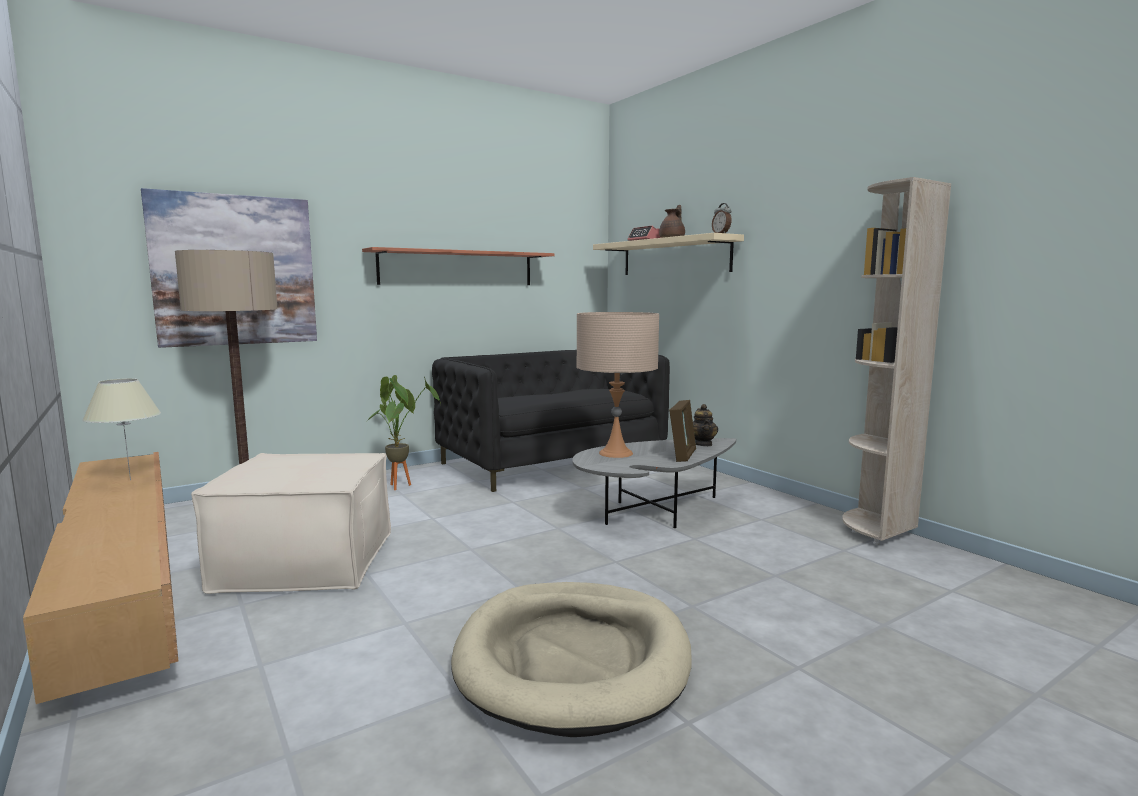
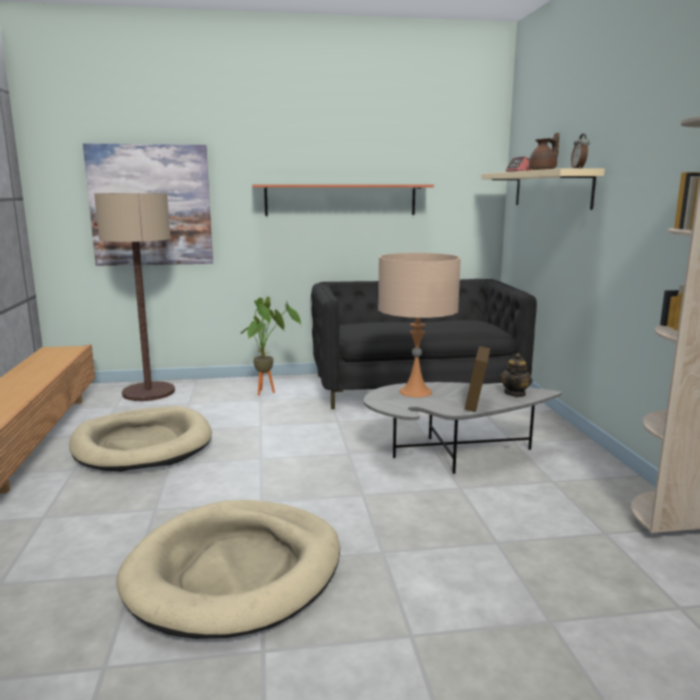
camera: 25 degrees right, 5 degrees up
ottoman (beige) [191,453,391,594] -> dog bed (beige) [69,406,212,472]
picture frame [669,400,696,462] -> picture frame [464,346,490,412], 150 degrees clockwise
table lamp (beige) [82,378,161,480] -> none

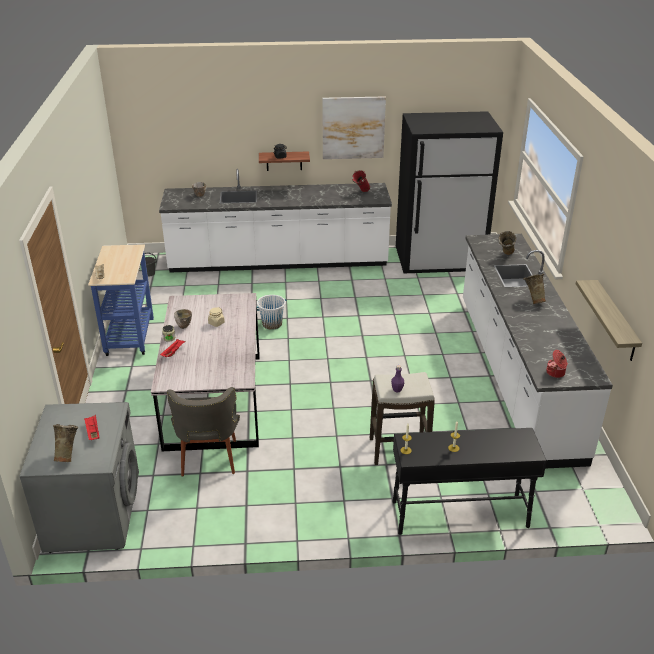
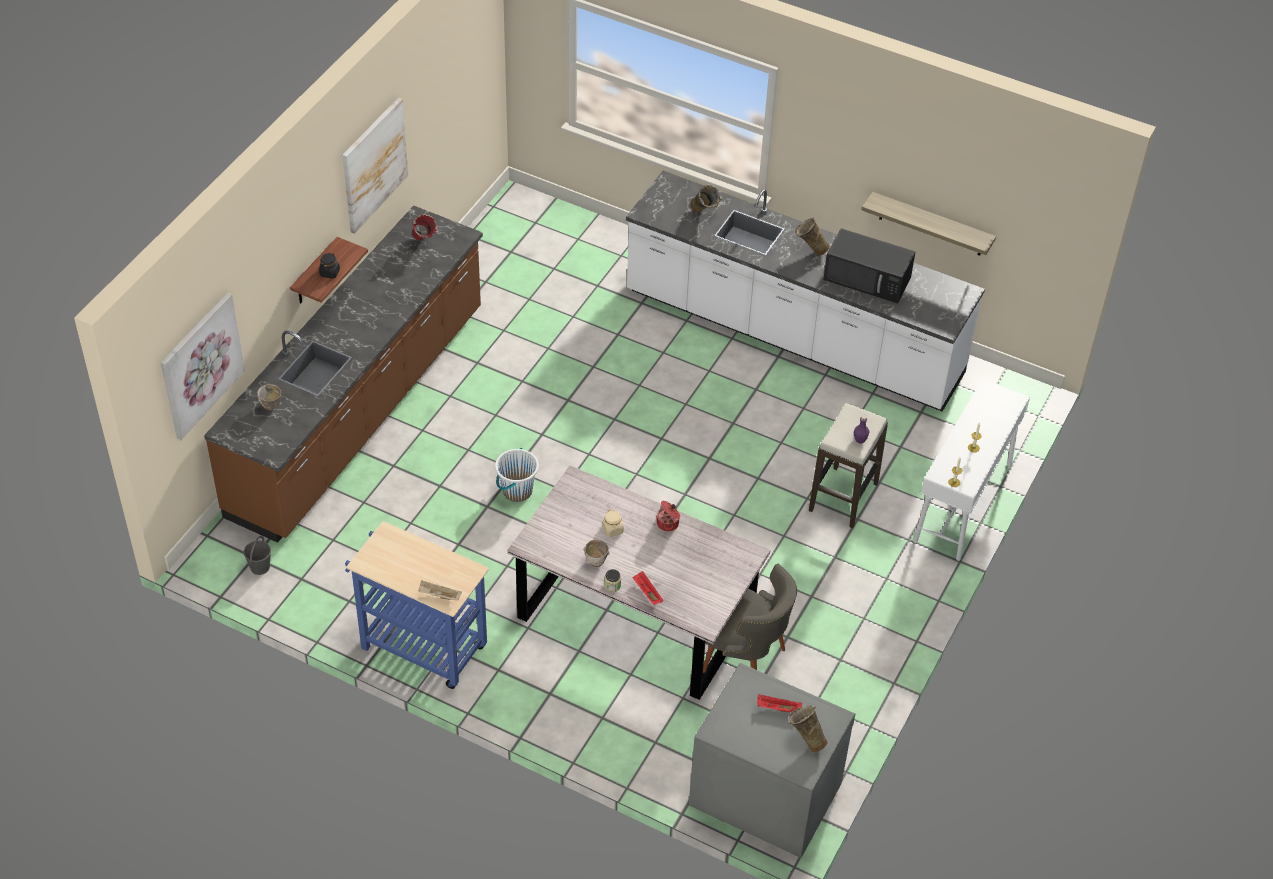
camera: 60 degrees left, 15 degrees up
none -> picture [161,293,245,440]
counter (white) [159,169,392,272] -> counter (brown) [204,205,483,543]
cooking pot [546,350,568,378] -> cooking pot [656,501,680,531], move
none -> microwave (black) [823,228,915,303]
console table (black) [393,428,547,535] -> console table (white) [913,379,1030,561]
fridge (black) [396,111,503,273] -> none

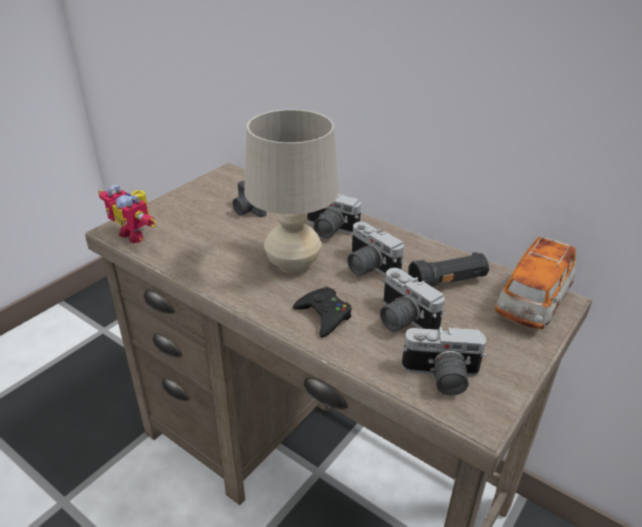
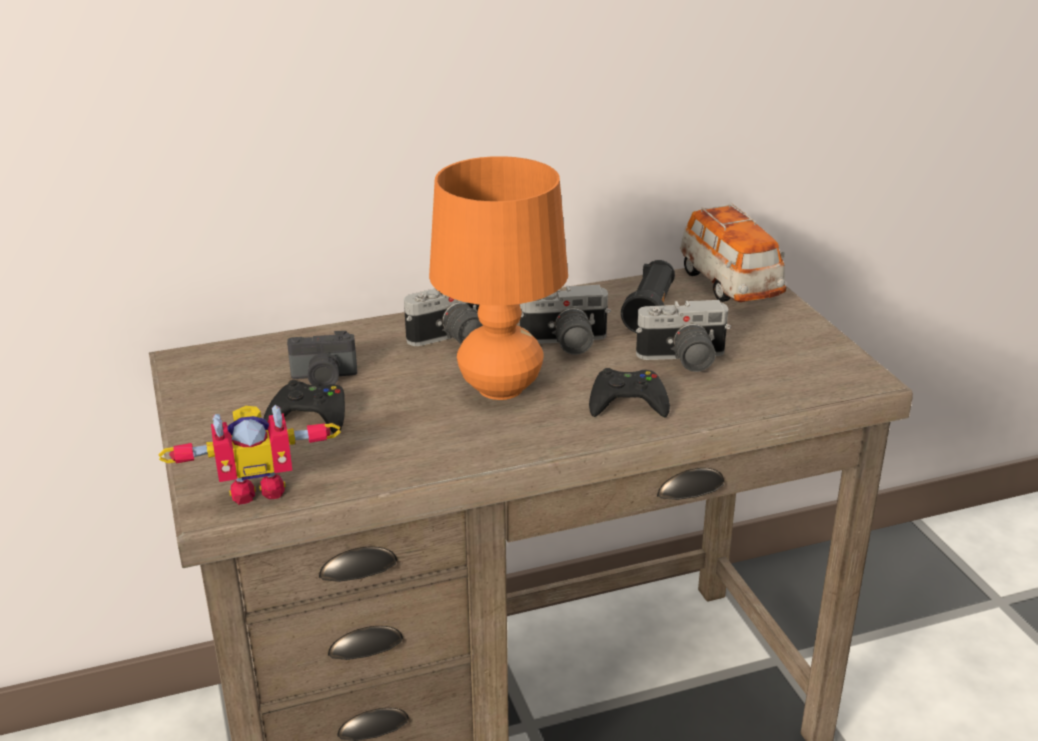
camera: 55 degrees left, 5 degrees down
none -> game controller (black) [264,380,345,433]
table lamp (beige) [244,109,339,273] -> table lamp (orange) [429,156,568,400]
photo camera [402,327,487,396] -> none

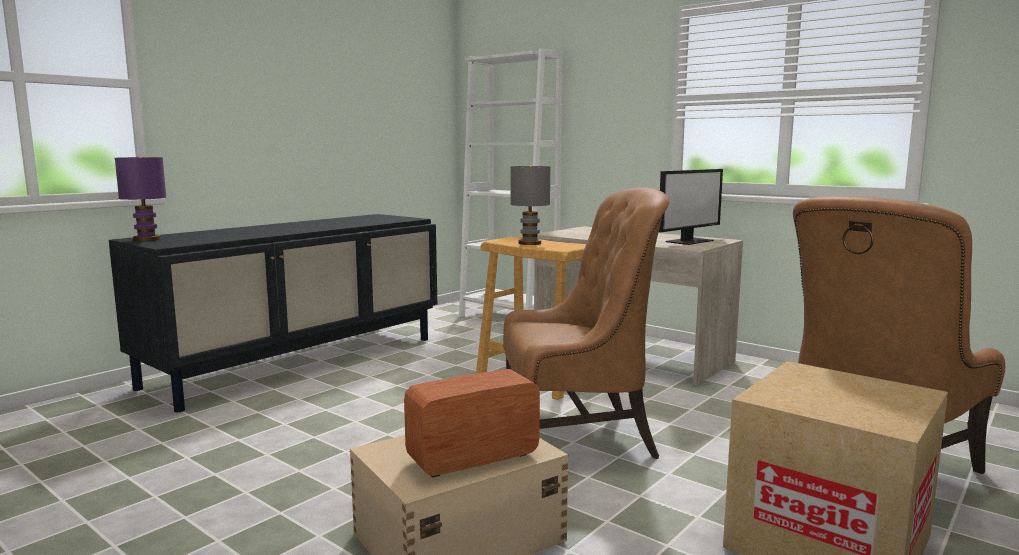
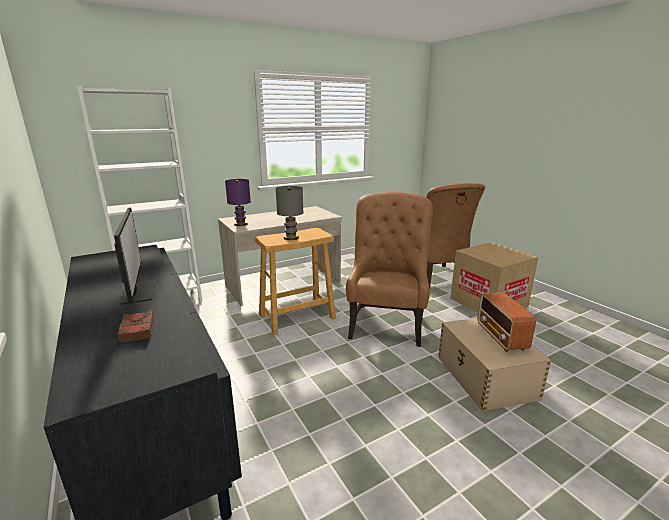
camera: 70 degrees left, 10 degrees up
monitor [659,169,723,245] -> monitor [114,208,155,305], move
none -> book (brown) [117,310,154,343]
table lamp (purple) [115,157,166,241] -> table lamp (purple) [225,179,251,226], move

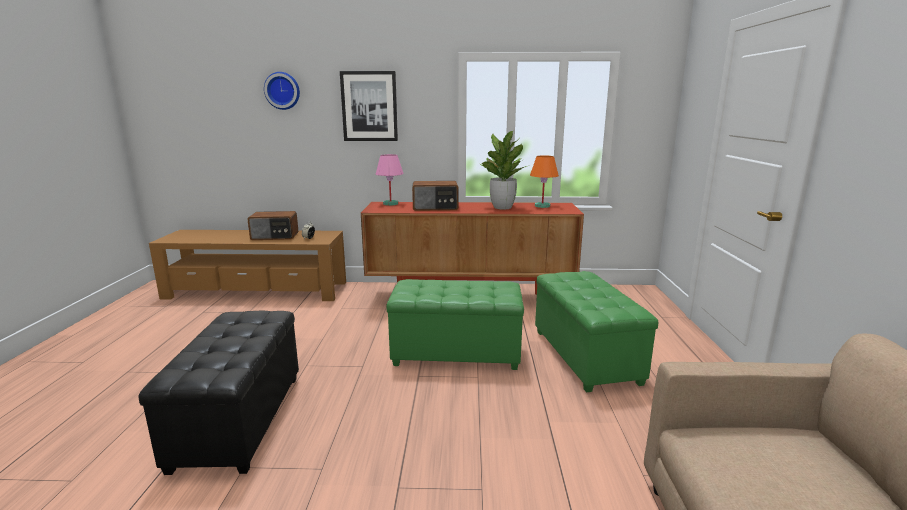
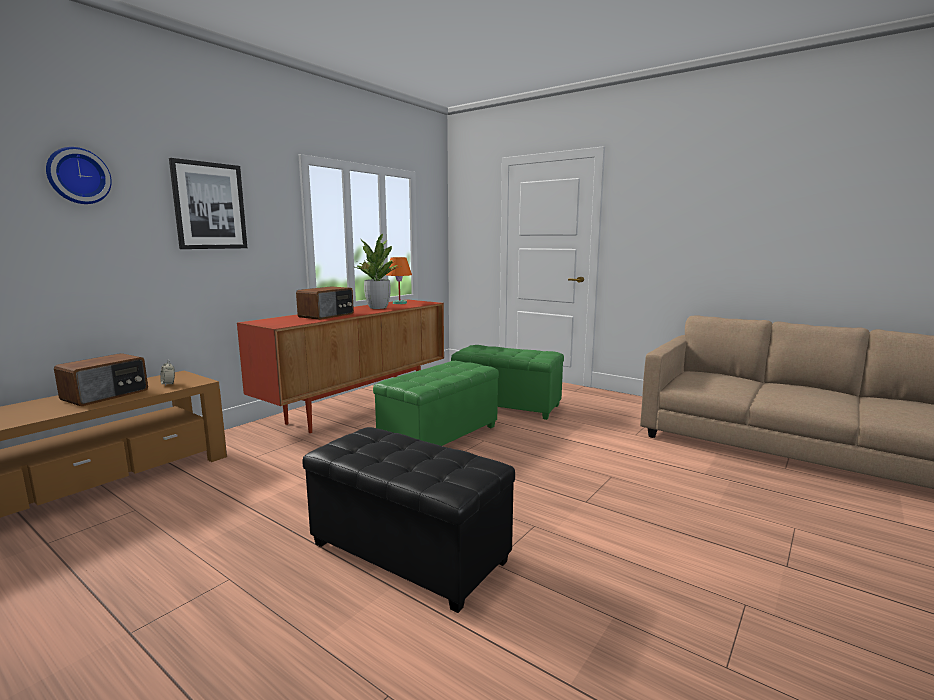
camera: 55 degrees left, 5 degrees down
table lamp (pink) [376,154,404,206] -> none

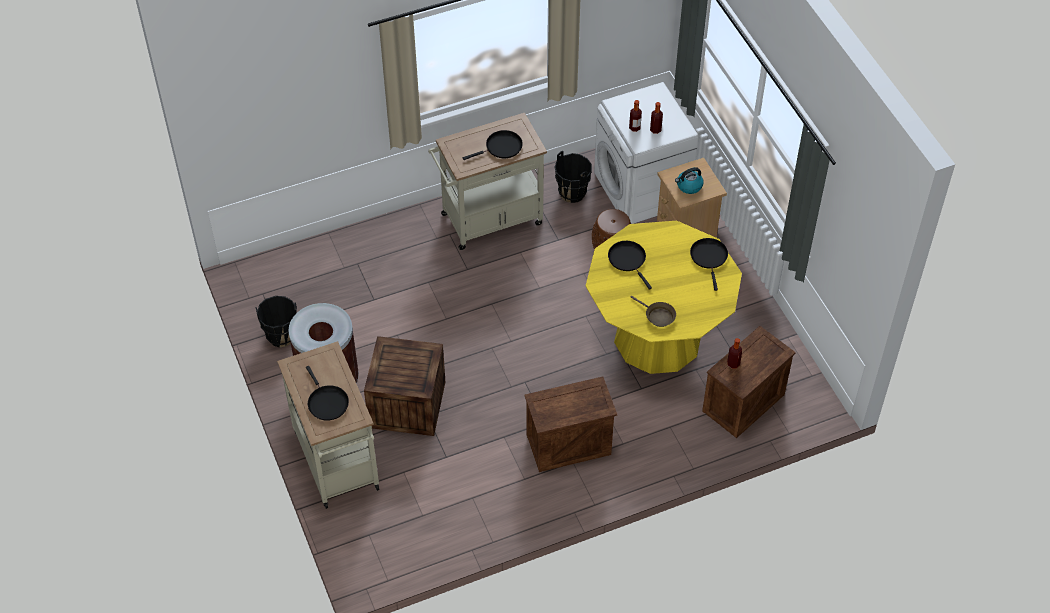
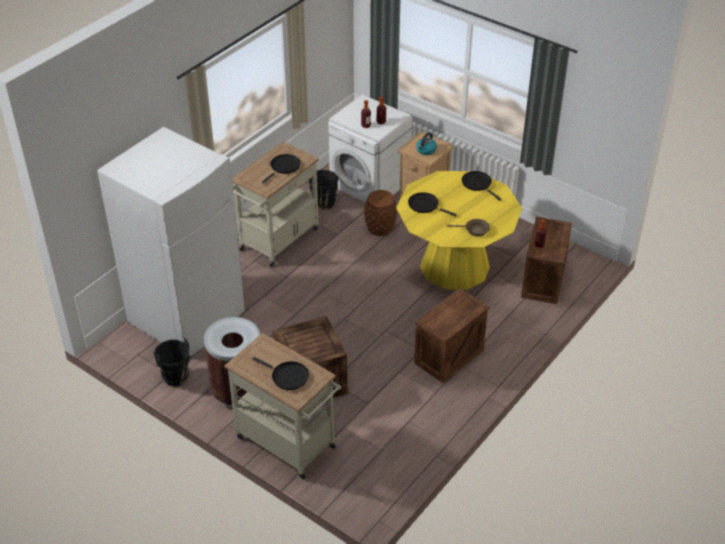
camera: 30 degrees left, 10 degrees down
none -> fridge (white) [97,127,245,357]

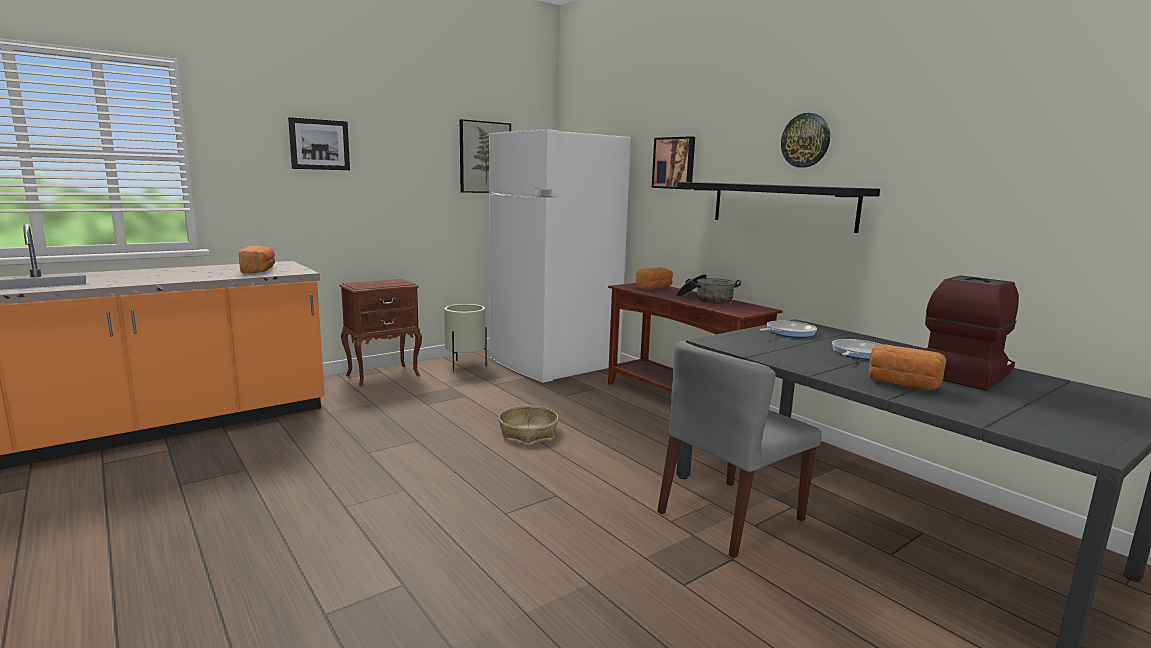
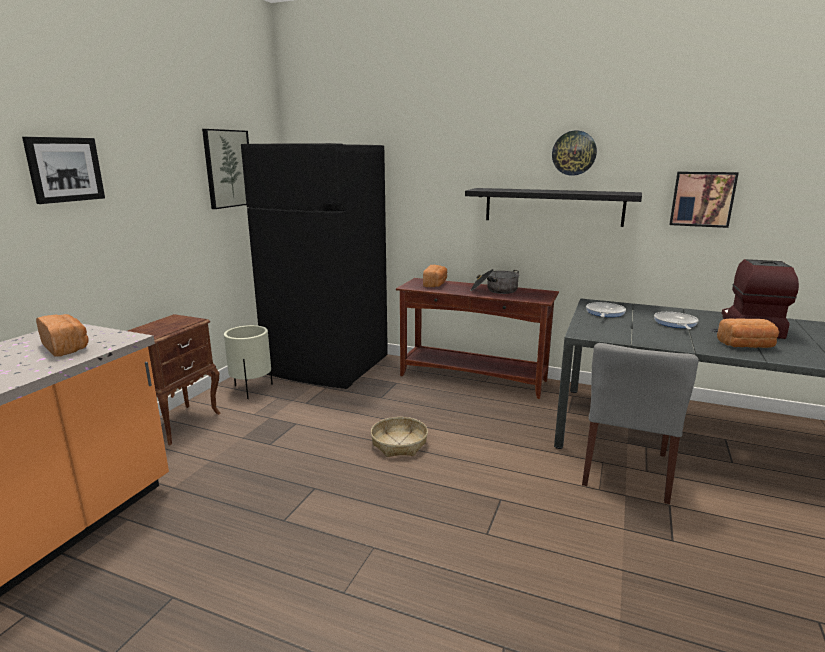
camera: 30 degrees left, 5 degrees up
fridge (white) [489,129,631,383] -> fridge (black) [241,143,388,389]
picture [651,136,695,190] -> picture [669,171,739,228], move

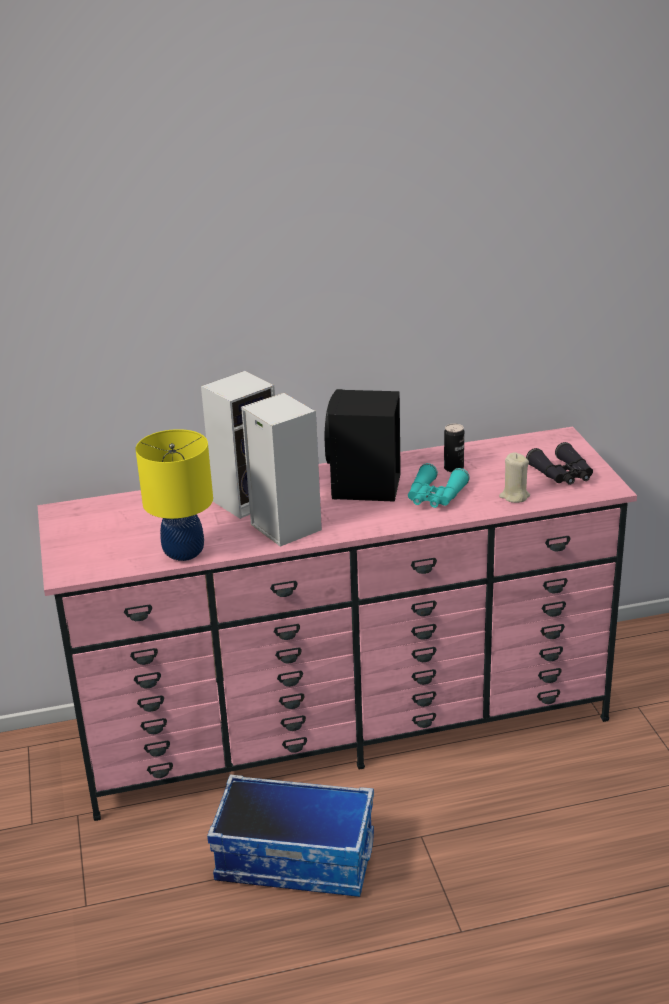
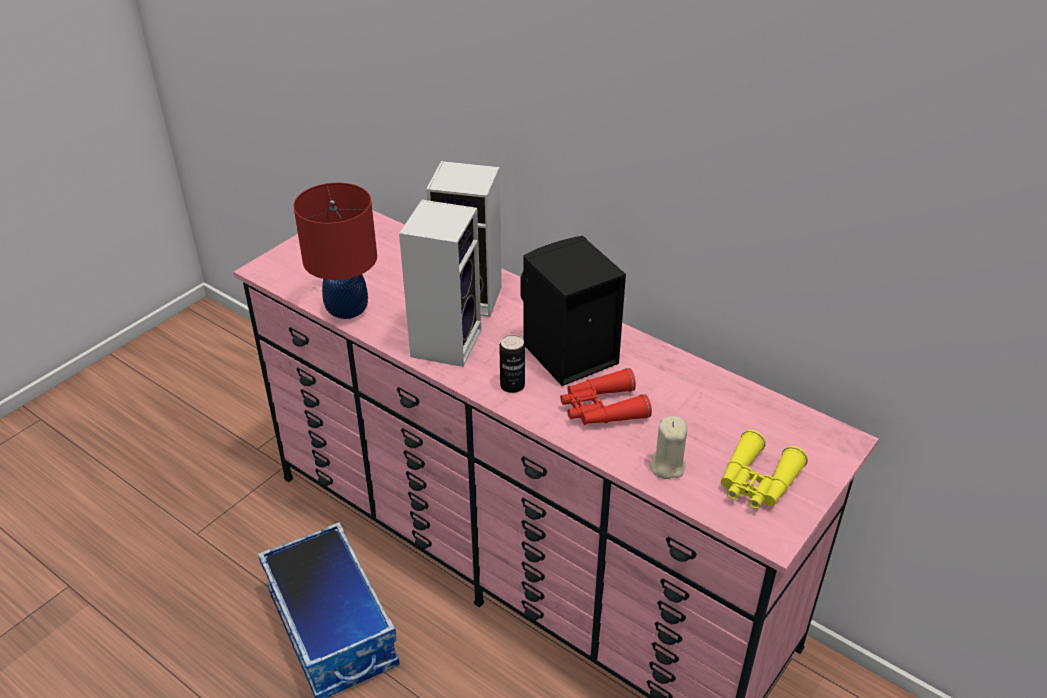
camera: 50 degrees right, 10 degrees up
table lamp (yellow) [136,429,213,561] -> table lamp (red) [293,183,377,319]
can [444,423,464,472] -> can [499,334,525,393], move
binoculars (turquoise) [408,463,470,508] -> binoculars (red) [560,368,652,425]
binoculars (black) [526,442,593,485] -> binoculars (yellow) [721,430,808,509]

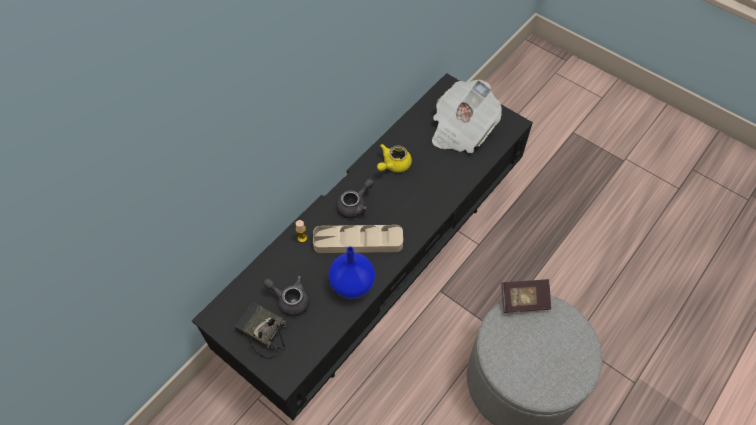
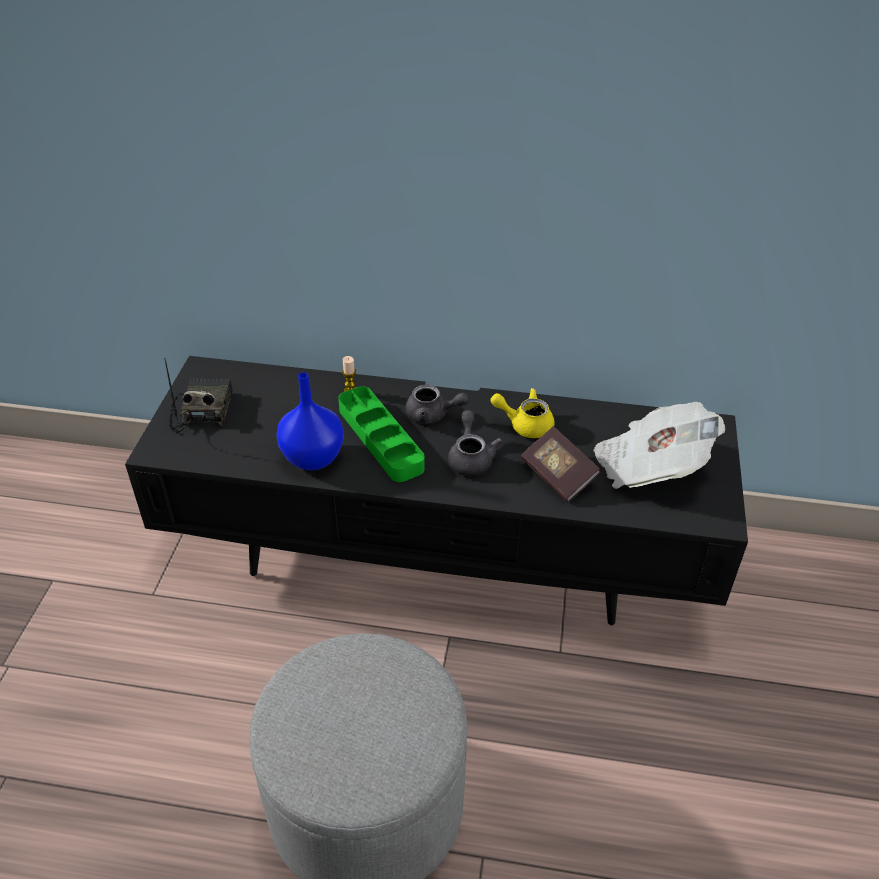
camera: 60 degrees right, 15 degrees down
tray (beige) [313,225,403,253] -> tray (green) [338,386,424,482]
teapot (grey) [263,275,310,316] -> teapot (grey) [448,410,503,476], move
book [501,279,551,313] -> book [521,426,601,503], move

